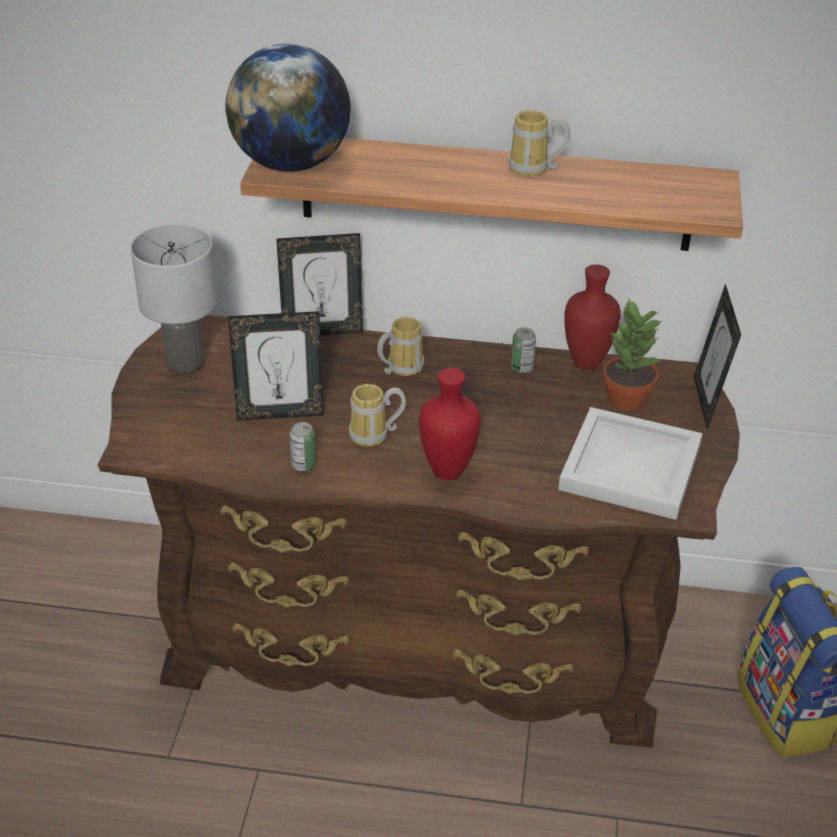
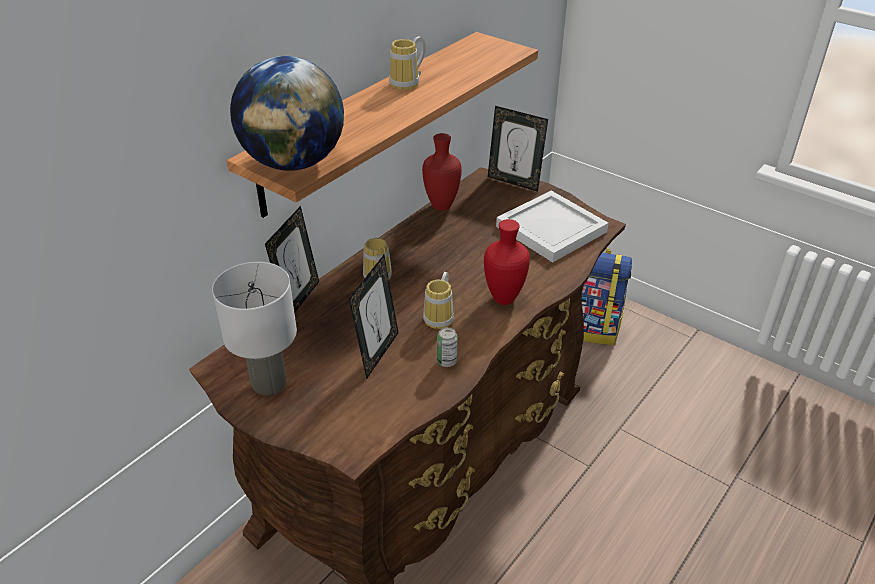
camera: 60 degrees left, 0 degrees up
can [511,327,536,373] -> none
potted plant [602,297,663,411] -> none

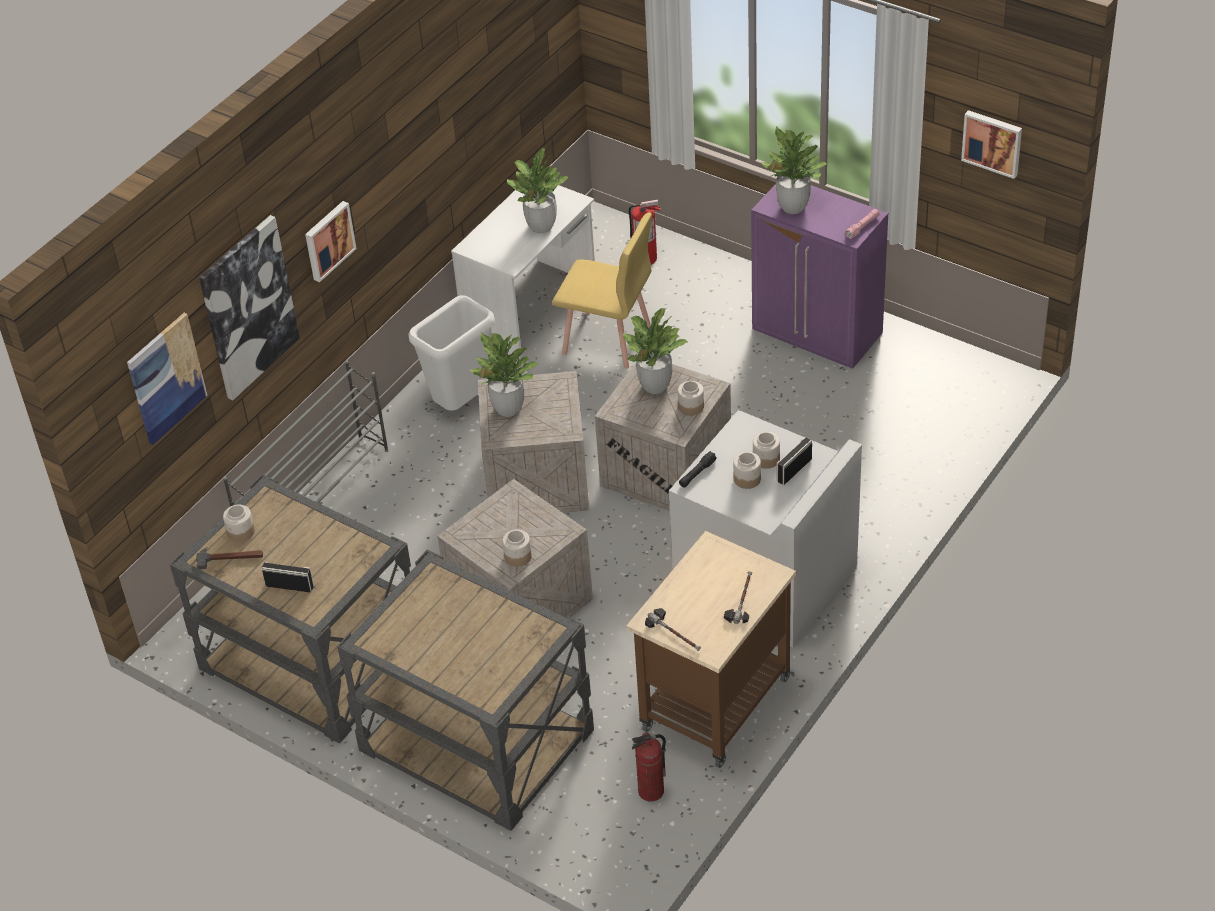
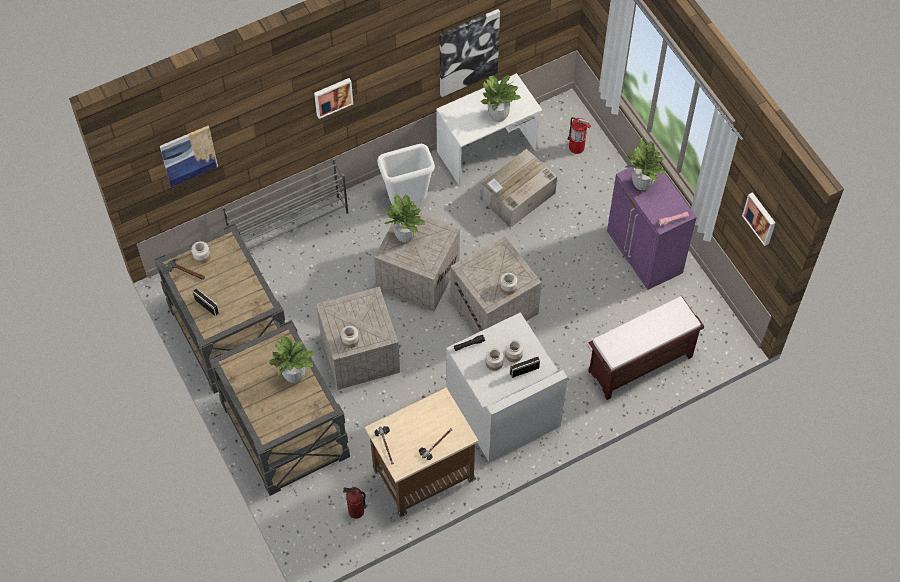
camera: 25 degrees right, 15 degrees up
potted plant [623,308,687,394] -> potted plant [268,336,315,383], move
picture [199,215,300,401] -> picture [440,9,500,97], move
chair (yellow) [552,213,652,369] -> cardboard box [481,149,557,228]
none -> bench (brown) [588,296,704,400]

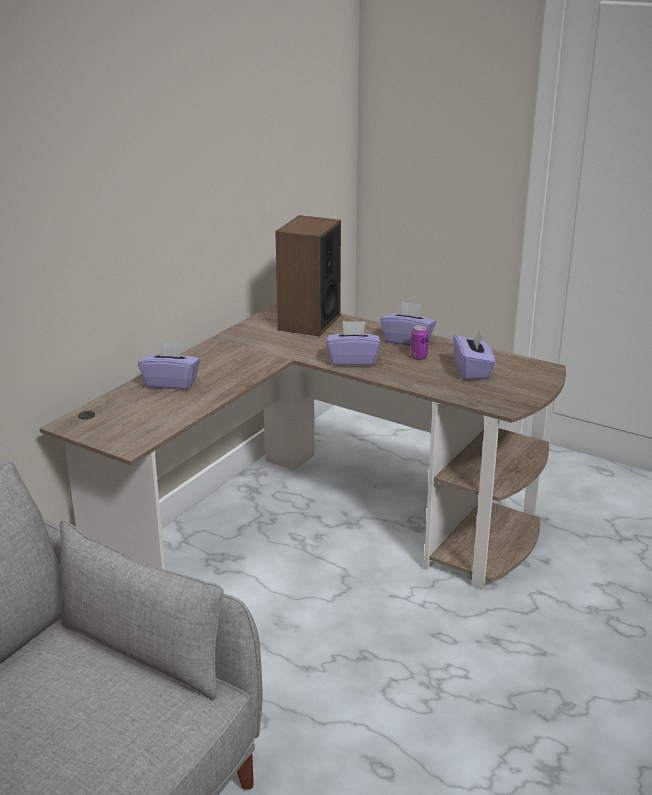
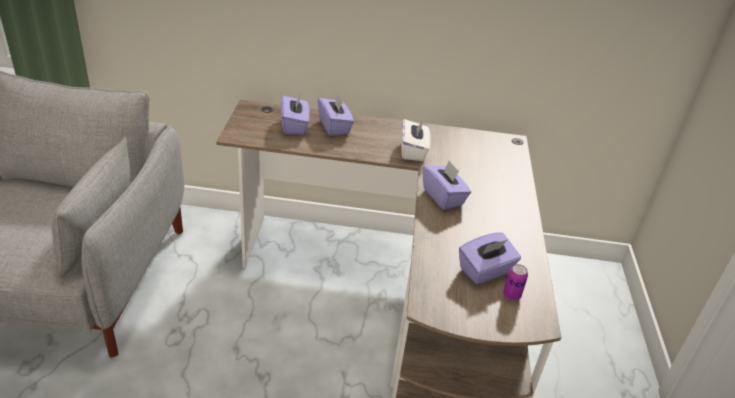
camera: 60 degrees right, 10 degrees up
tissue box (purple) [380,301,436,346] -> tissue box (purple) [281,95,310,134], move
none -> tissue box (white) [401,119,431,161]
can [411,325,429,360] -> can [503,264,528,300], move
speaker [275,215,341,337] -> none

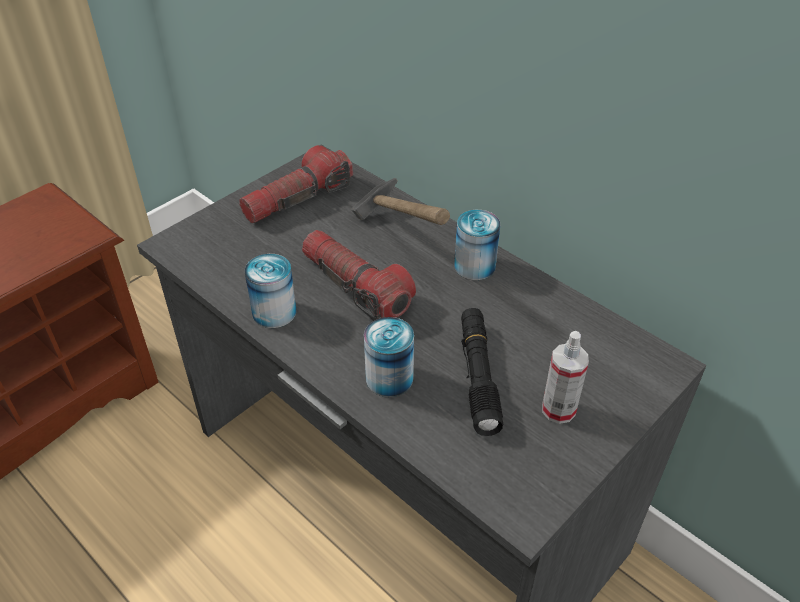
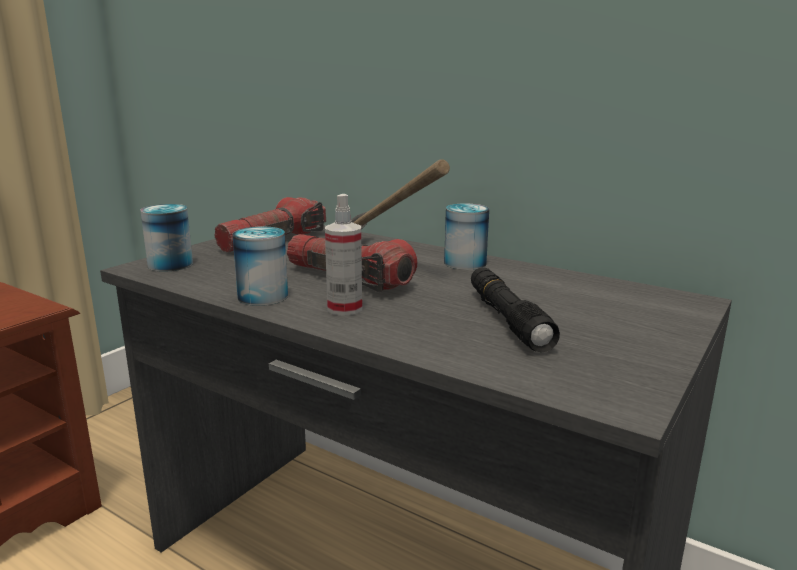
camera: 10 degrees left, 25 degrees down
can [364,317,414,397] -> can [140,204,193,272], move
spray bottle [542,331,589,424] -> spray bottle [325,194,362,316], move

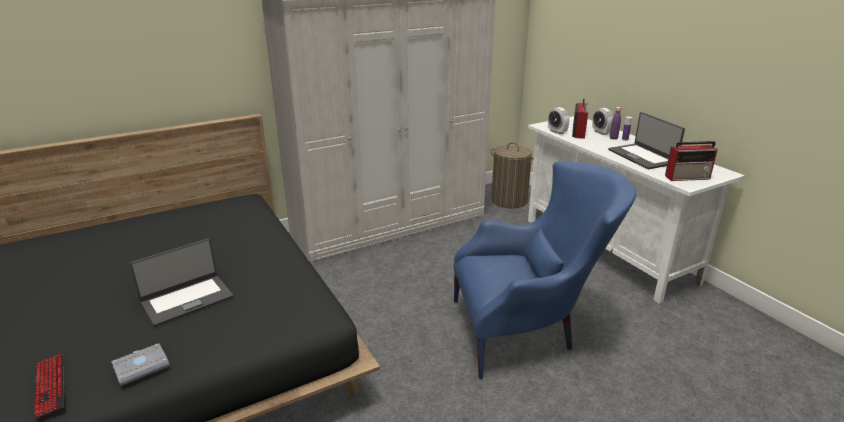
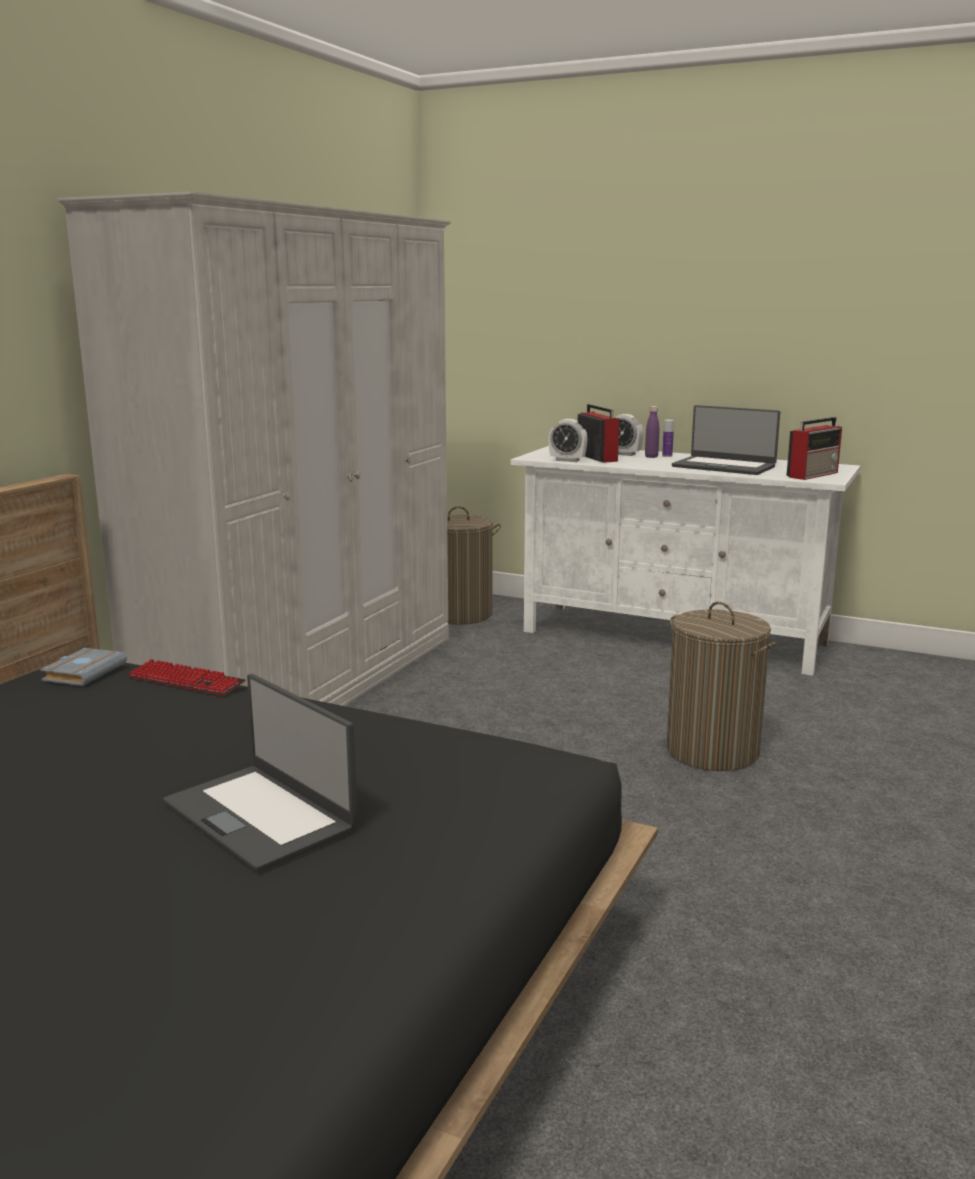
camera: 35 degrees left, 10 degrees down
book (grey) [111,343,170,386] -> book (grey) [40,648,127,686], move
keyboard [34,354,64,419] -> keyboard [128,659,245,696], move
laptop [130,238,233,326] -> laptop [163,674,358,873], 120 degrees clockwise
armchair (blue) [454,161,636,379] -> laundry basket [667,602,777,771]

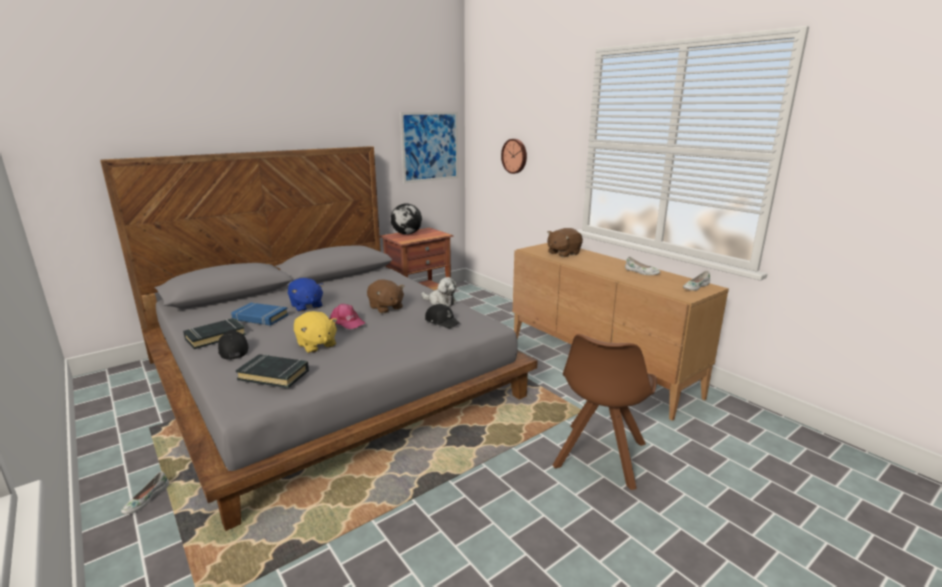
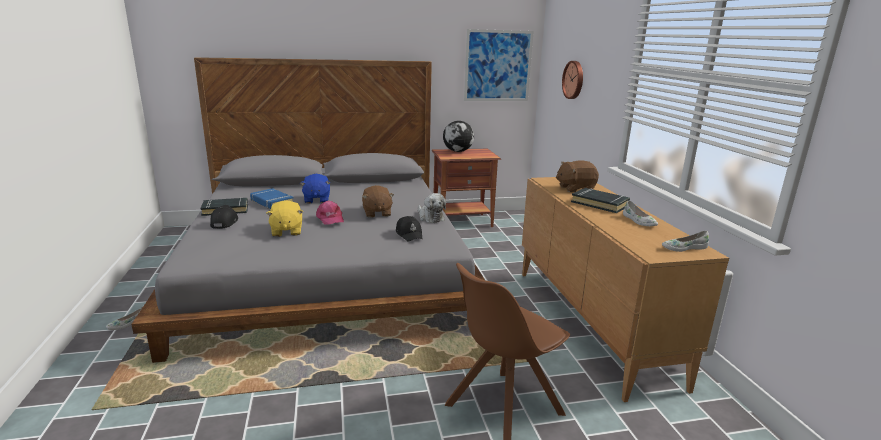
camera: 25 degrees right, 0 degrees up
book (black) [236,354,309,388] -> book (black) [571,188,630,213], move

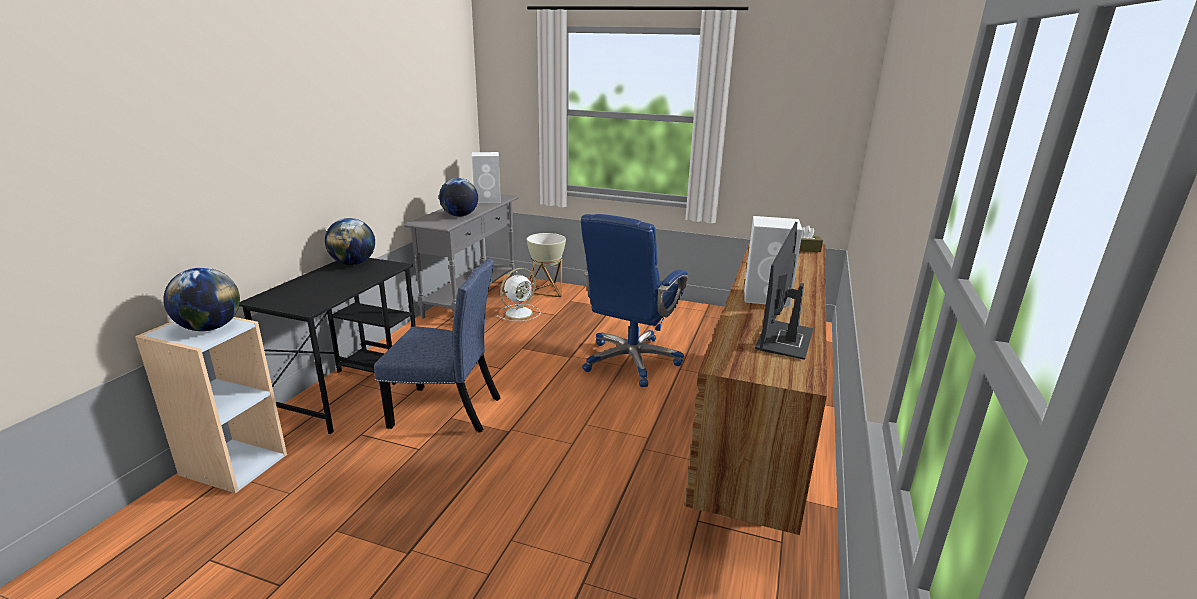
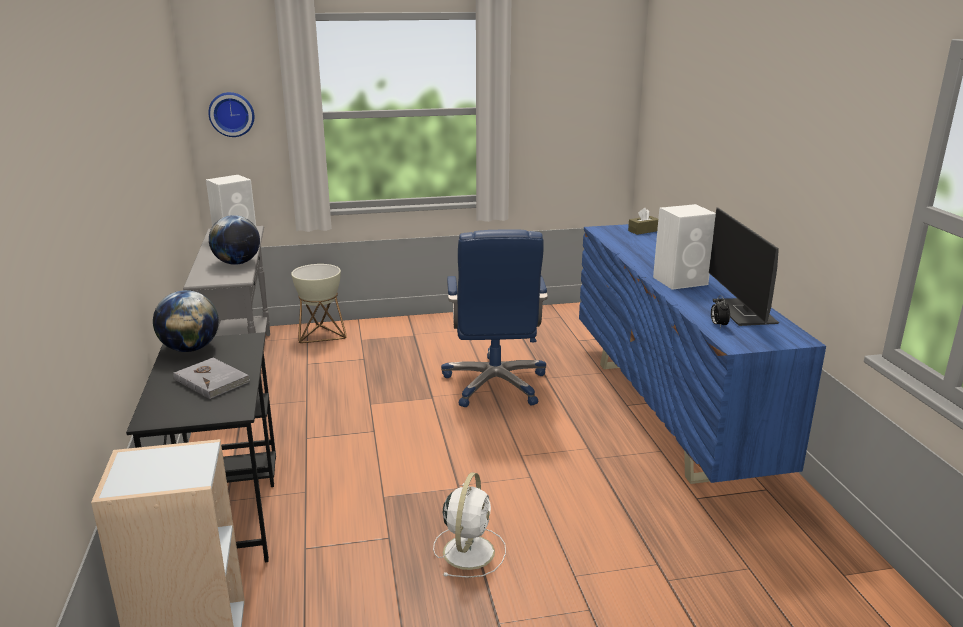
camera: 30 degrees left, 0 degrees up
none -> book (grey) [173,358,250,399]
none -> wall clock [208,92,255,137]
fan (white) [497,268,541,321] -> fan (white) [433,473,506,578], move
cabinet (brown) [685,242,827,535] -> cabinet (blue) [579,224,826,484]
none -> alarm clock [711,295,730,328]
globe [163,267,240,331] -> none
chair (blue) [374,259,501,432] -> none

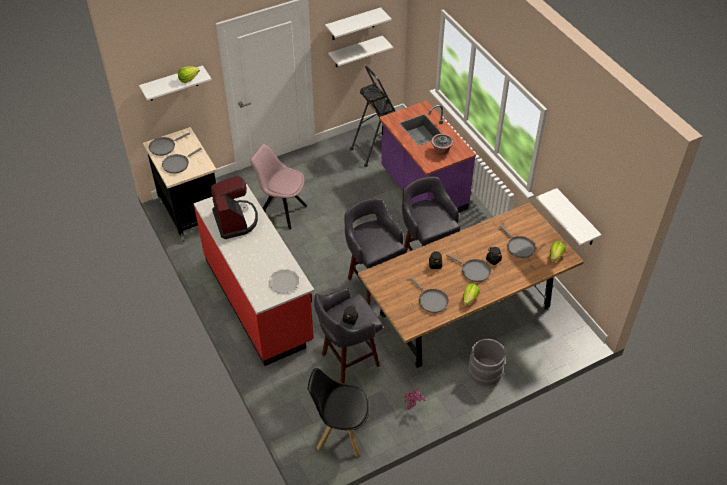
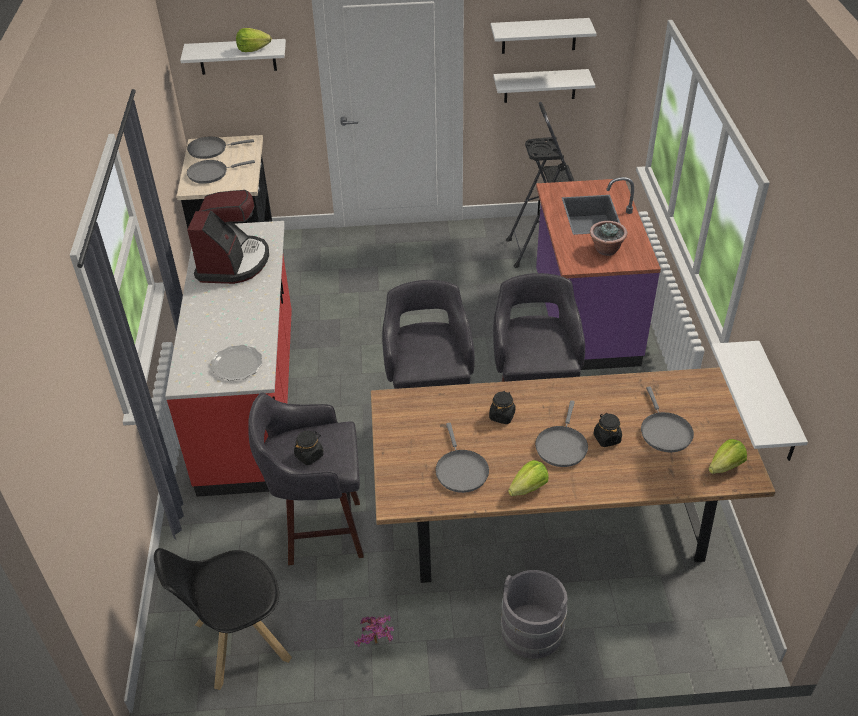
camera: 25 degrees right, 5 degrees down
chair (black) [308,368,370,458] -> chair (black) [154,548,292,690], 60 degrees counterclockwise
frying pan (grey) [446,254,491,282] -> frying pan (grey) [535,400,588,467], 45 degrees clockwise
chair (pink) [250,144,307,229] -> none

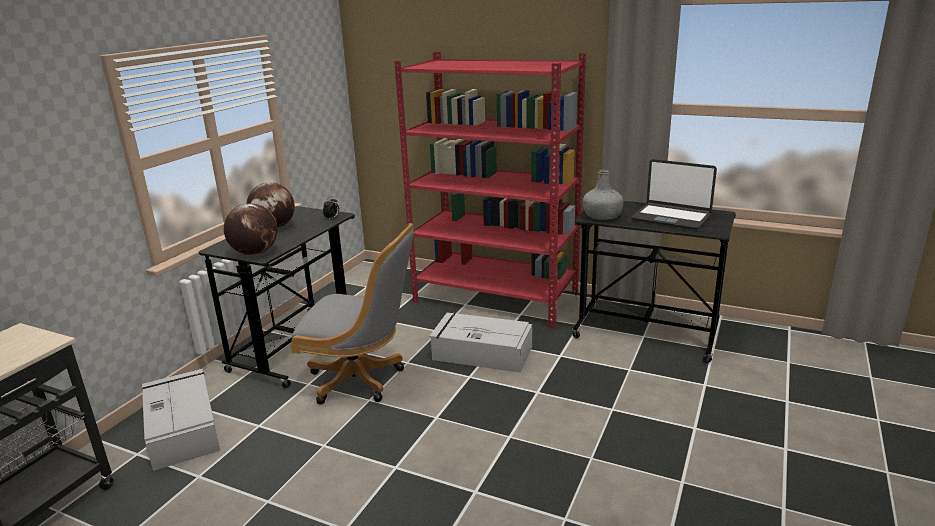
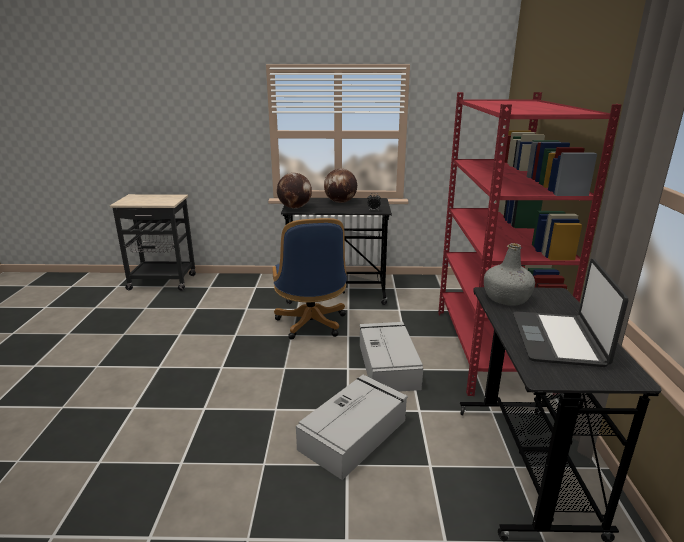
camera: 65 degrees right, 0 degrees up
office chair (grey) [291,223,414,405] -> office chair (blue) [272,218,347,340]
storage box (grey) [142,369,220,471] -> storage box (grey) [296,375,408,480], move

